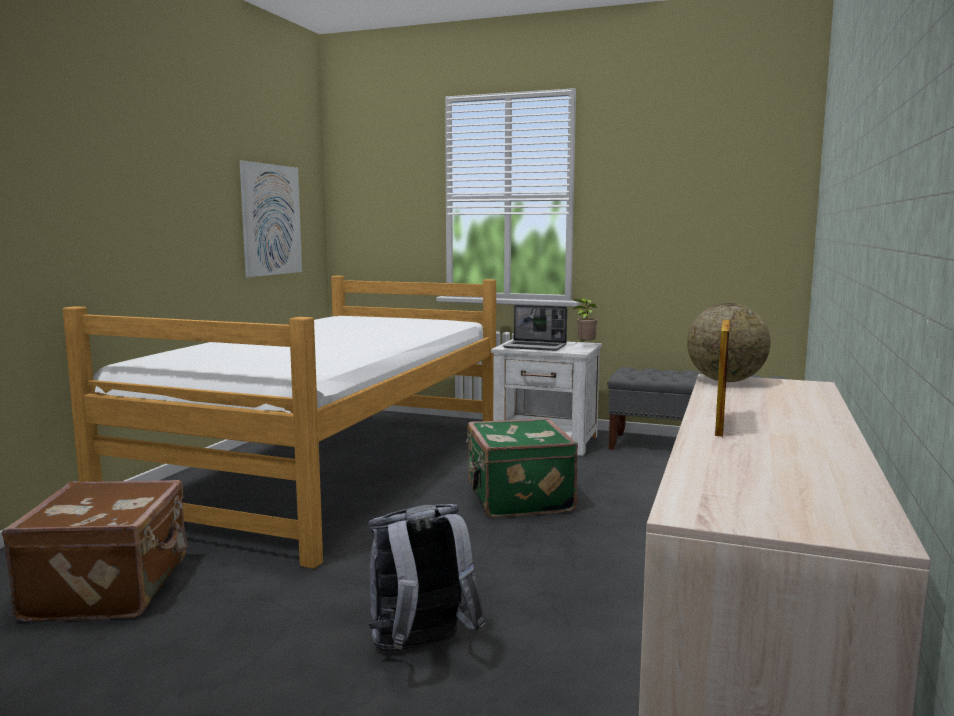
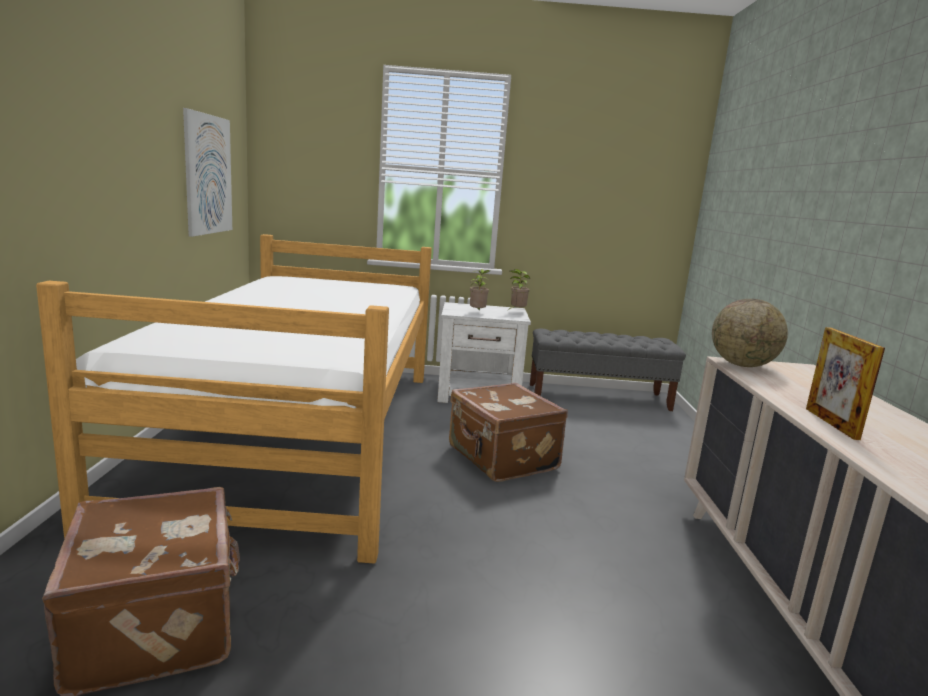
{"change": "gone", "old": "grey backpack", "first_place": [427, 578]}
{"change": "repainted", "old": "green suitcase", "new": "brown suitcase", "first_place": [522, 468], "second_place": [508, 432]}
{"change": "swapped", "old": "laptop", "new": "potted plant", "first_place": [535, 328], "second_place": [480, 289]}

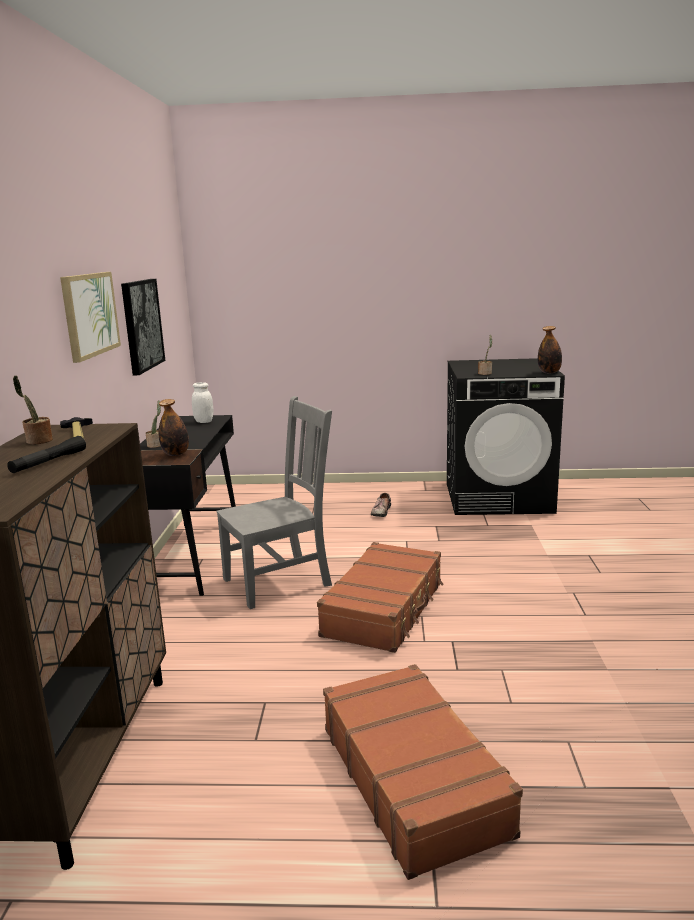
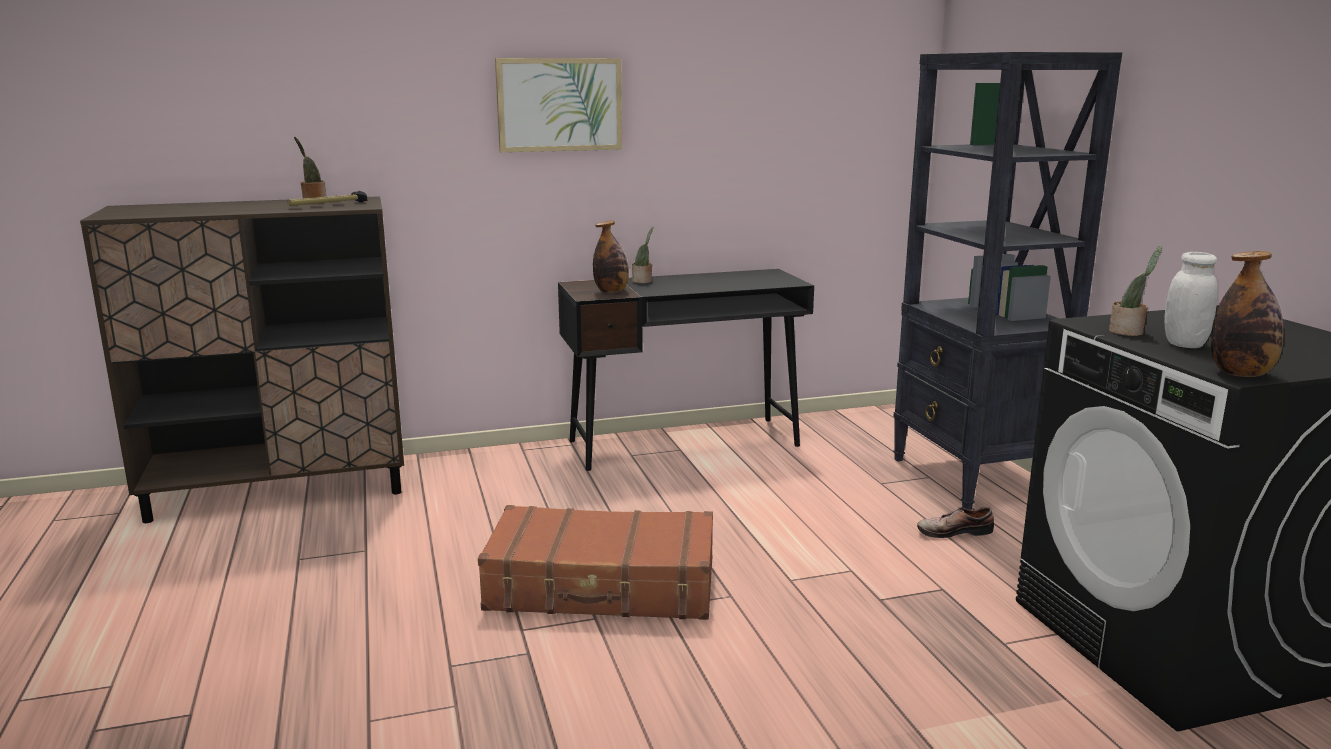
{"change": "gone", "old": "black flashlight", "first_place": [46, 454]}
{"change": "gone", "old": "picture", "first_place": [143, 327]}
{"change": "shifted", "old": "white jar", "first_place": [202, 402], "second_place": [1191, 300]}
{"change": "gone", "old": "grey chair", "first_place": [274, 502]}
{"change": "gone", "old": "brown suitcase", "first_place": [423, 772]}
{"change": "new", "new": "black bookcase", "second_place": [1007, 281]}

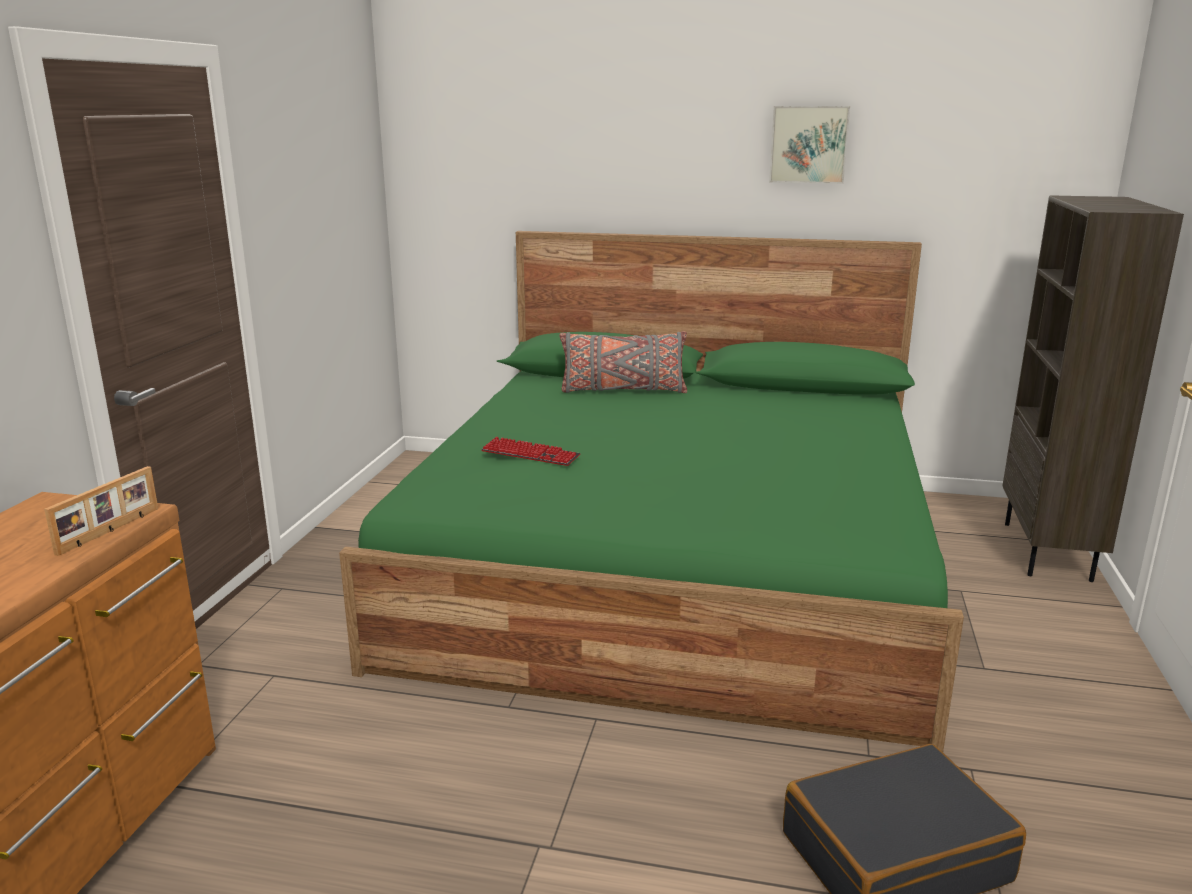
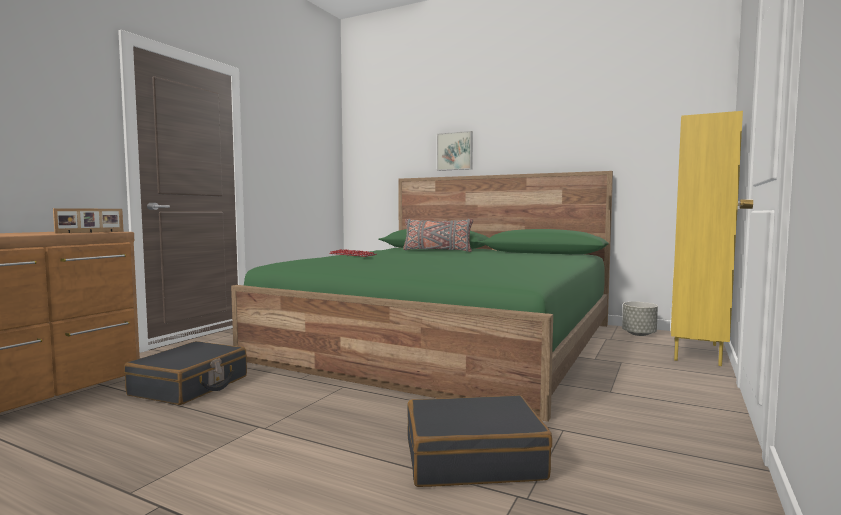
{"change": "shifted", "old": "picture", "first_place": [809, 145], "second_place": [455, 151]}
{"change": "repainted", "old": "brown bookcase", "new": "yellow bookcase", "first_place": [1093, 388], "second_place": [707, 238]}
{"change": "new", "new": "black suitcase", "second_place": [185, 373]}
{"change": "new", "new": "grey planter", "second_place": [640, 319]}

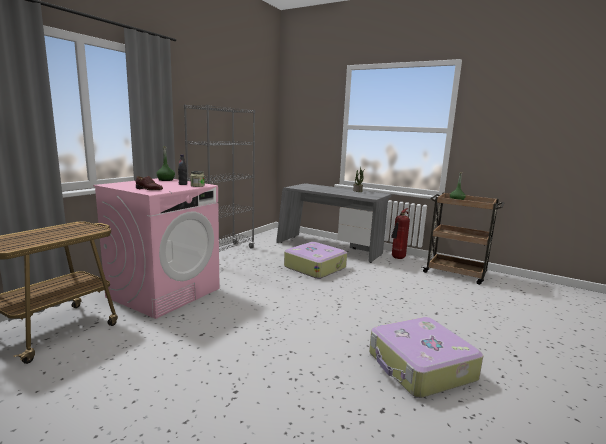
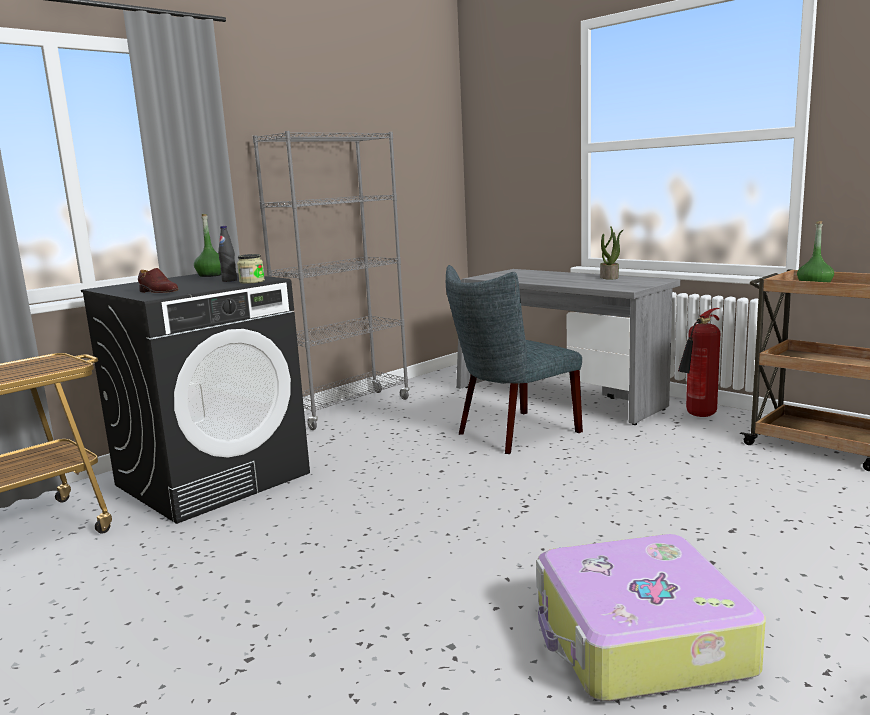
{"change": "repainted", "old": "pink washing machine", "new": "black washing machine", "first_place": [156, 248], "second_place": [195, 398]}
{"change": "swapped", "old": "suitcase", "new": "grey chair", "first_place": [315, 260], "second_place": [514, 359]}

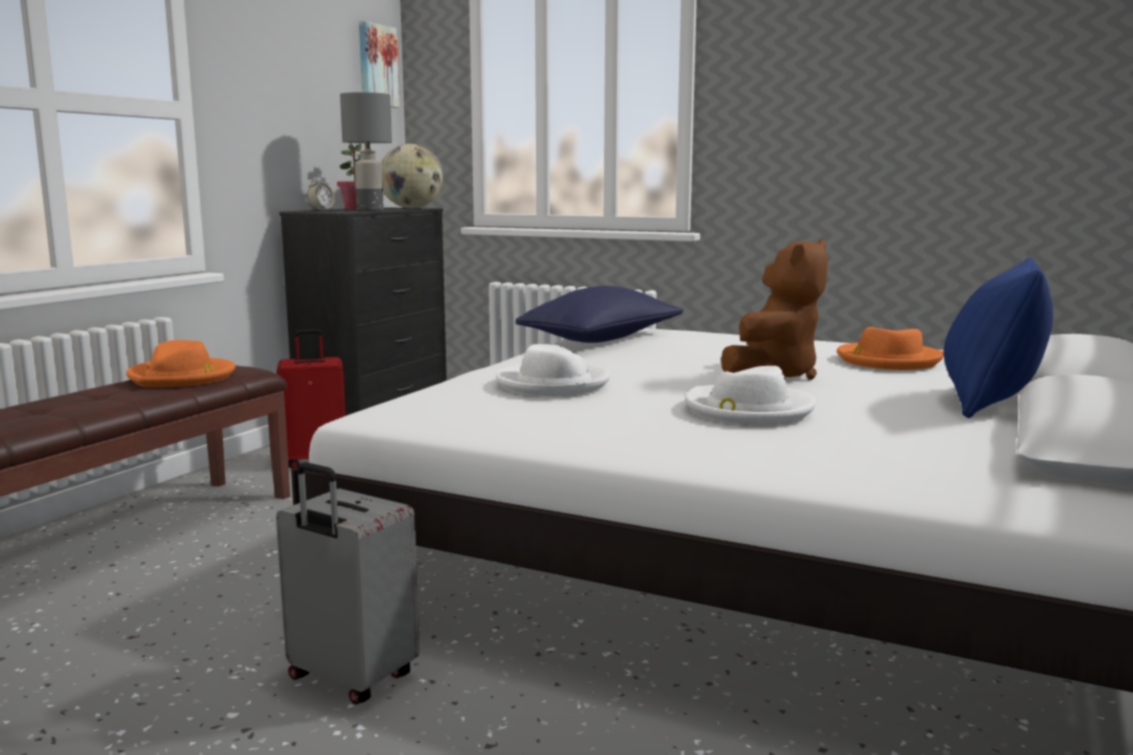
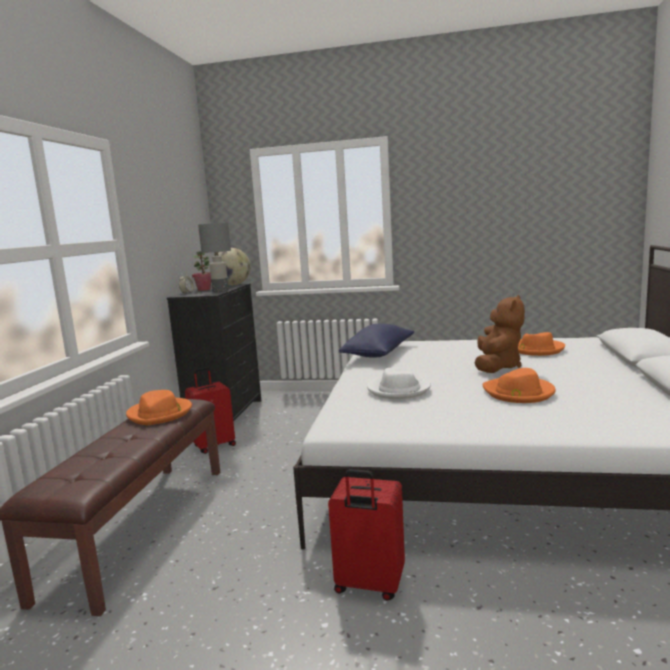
{"change": "repainted", "old": "grey suitcase", "new": "red suitcase", "first_place": [348, 583], "second_place": [366, 535]}
{"change": "gone", "old": "picture", "first_place": [379, 64]}
{"change": "repainted", "old": "white hat", "new": "orange hat", "first_place": [750, 395], "second_place": [519, 385]}
{"change": "gone", "old": "blue pillow", "first_place": [998, 338]}

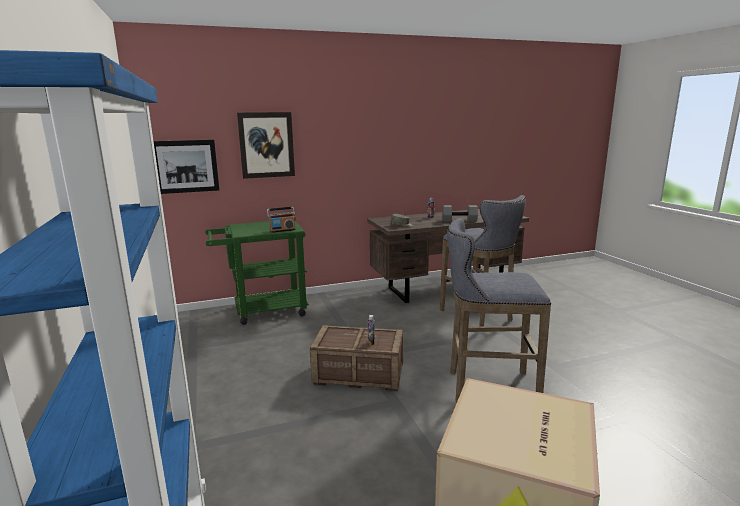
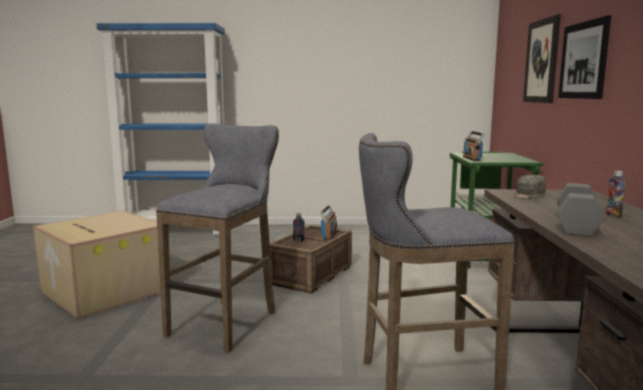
{"change": "shifted", "old": "picture", "first_place": [186, 167], "second_place": [584, 57]}
{"change": "new", "new": "radio", "second_place": [328, 223]}

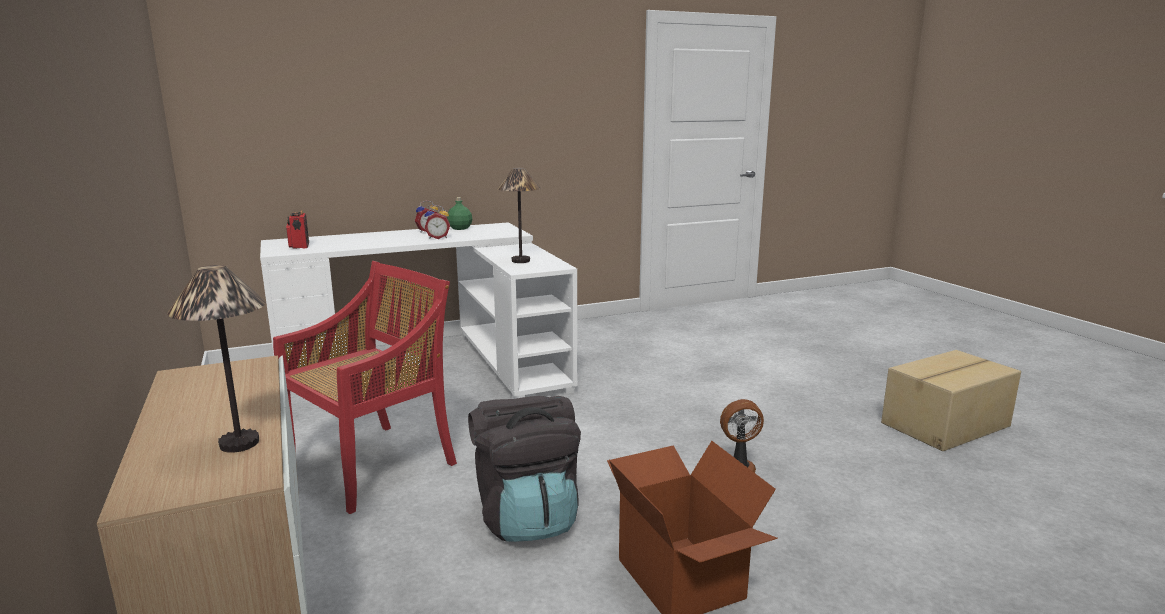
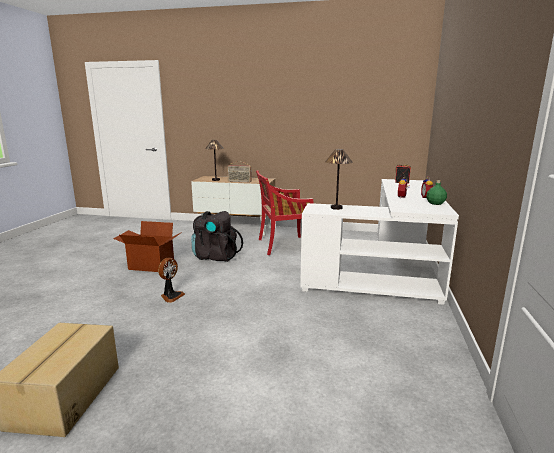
{"change": "rotated", "old": "red chair", "first_place": [365, 387], "second_place": [285, 212], "degrees": 90}
{"change": "new", "new": "radio", "second_place": [239, 172]}

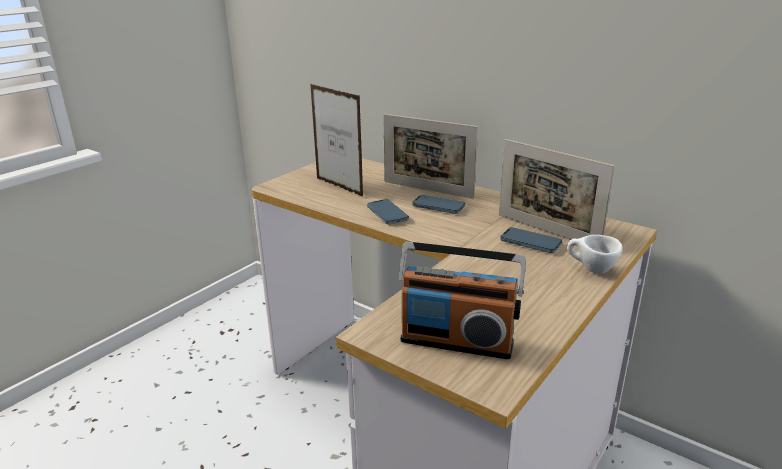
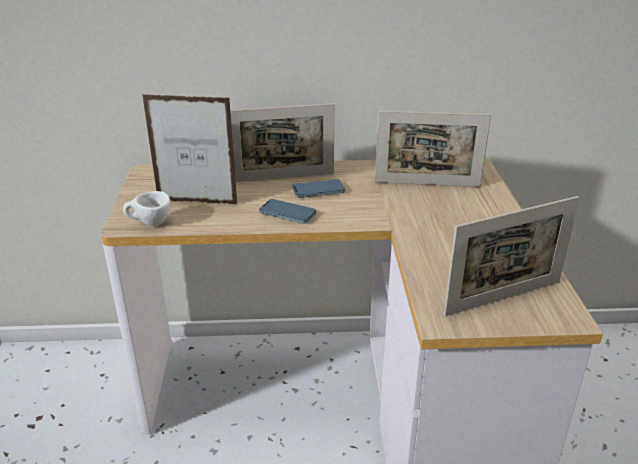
{"change": "swapped", "old": "radio", "new": "picture frame", "first_place": [462, 300], "second_place": [511, 256]}
{"change": "gone", "old": "phone", "first_place": [531, 240]}
{"change": "shifted", "old": "white cup", "first_place": [595, 254], "second_place": [146, 208]}

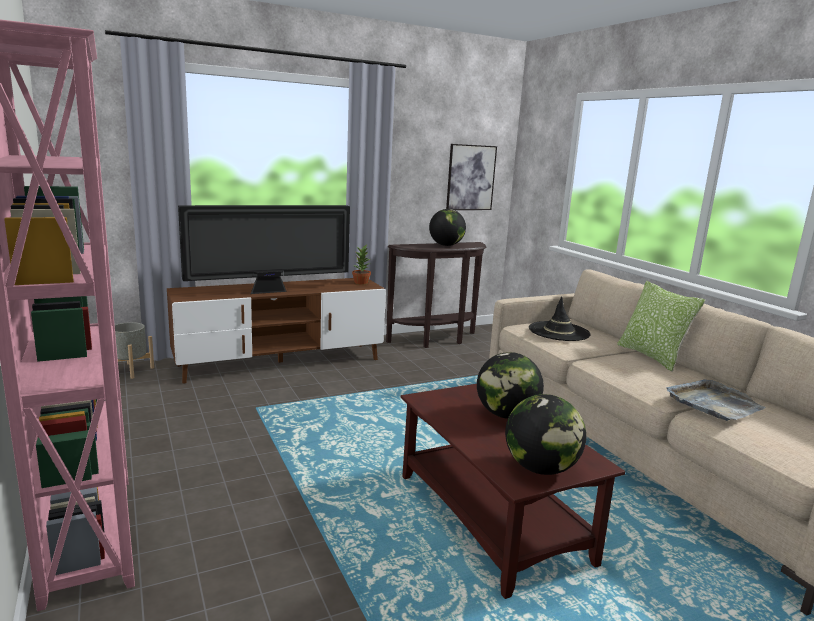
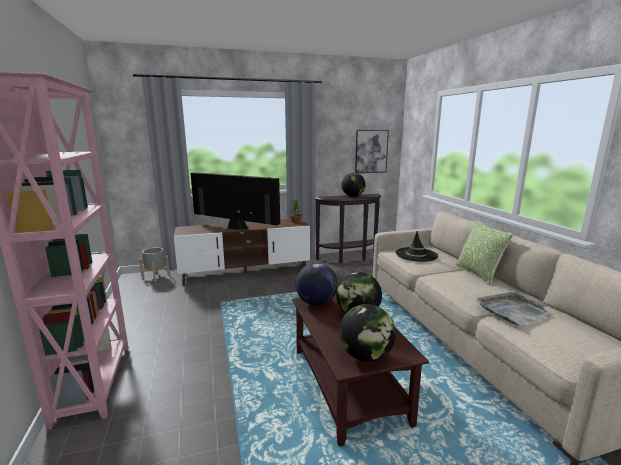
{"change": "rotated", "old": "television", "first_place": [264, 249], "second_place": [235, 201], "degrees": -135}
{"change": "new", "new": "globe", "second_place": [316, 284]}

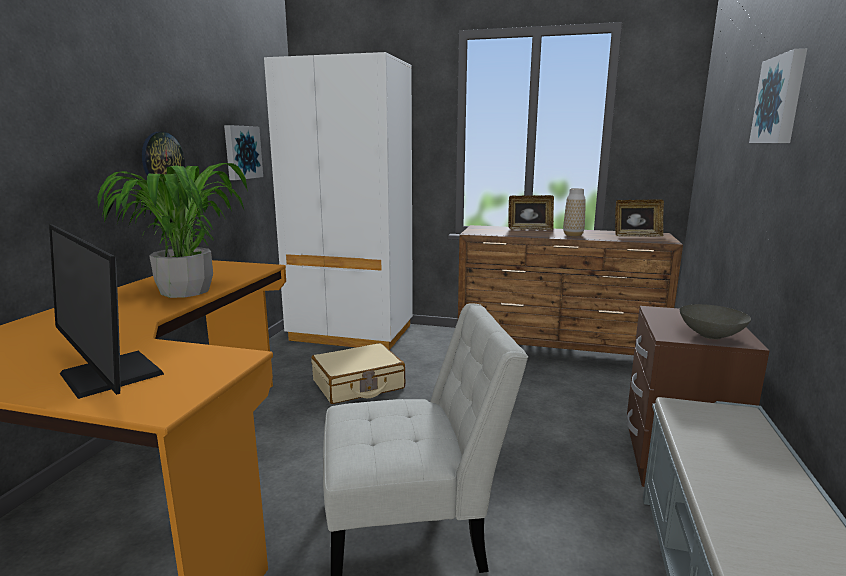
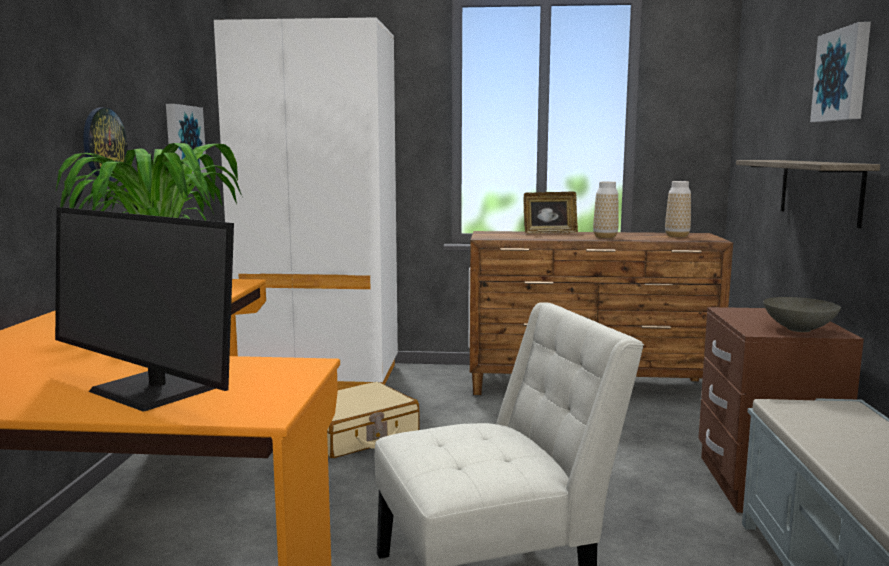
{"change": "swapped", "old": "picture frame", "new": "vase", "first_place": [639, 218], "second_place": [678, 209]}
{"change": "new", "new": "shelf", "second_place": [808, 194]}

